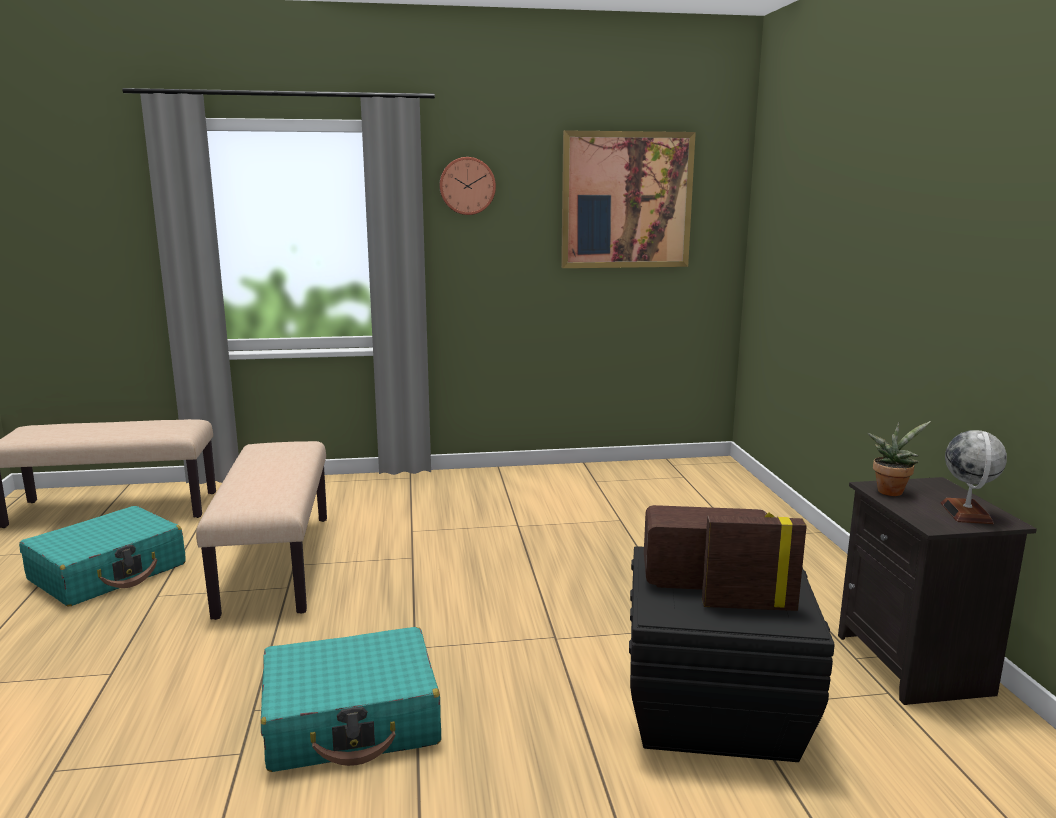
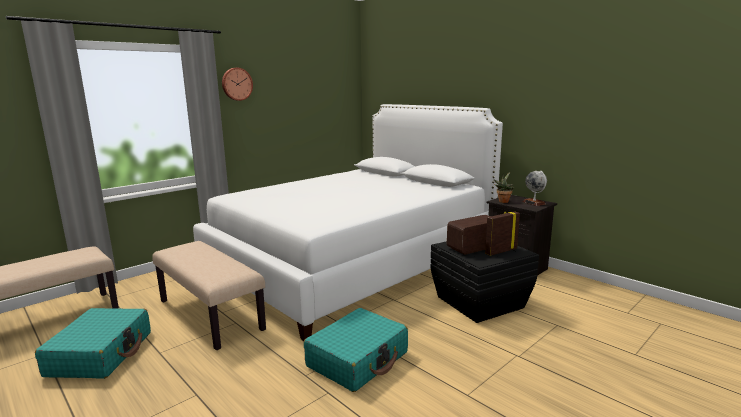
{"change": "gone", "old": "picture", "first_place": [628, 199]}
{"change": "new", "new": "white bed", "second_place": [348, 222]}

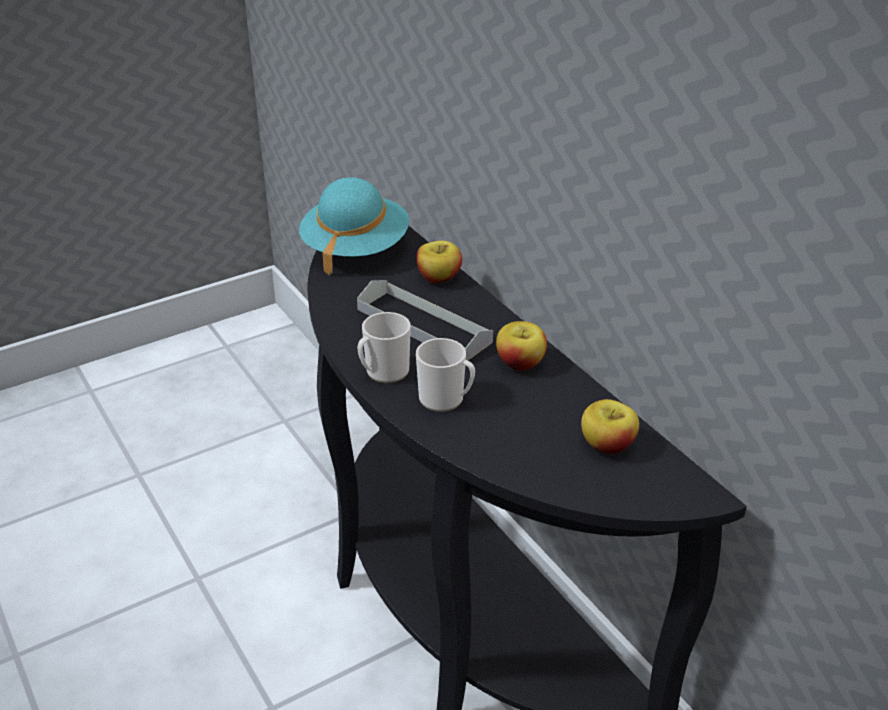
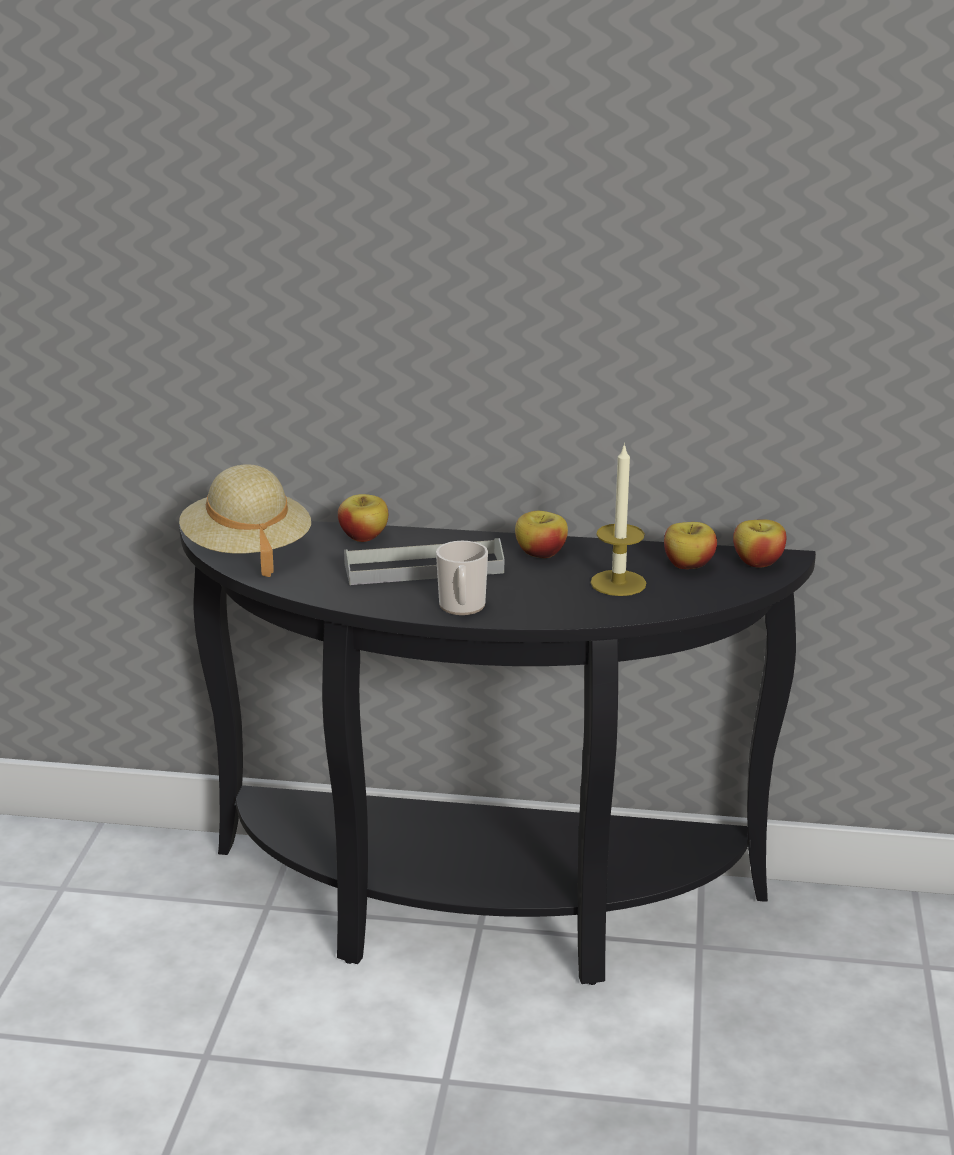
{"change": "repainted", "old": "turquoise hat", "new": "beige hat", "first_place": [354, 226], "second_place": [245, 520]}
{"change": "gone", "old": "mug", "first_place": [445, 375]}
{"change": "new", "new": "candle", "second_place": [618, 519]}
{"change": "new", "new": "apple", "second_place": [759, 543]}

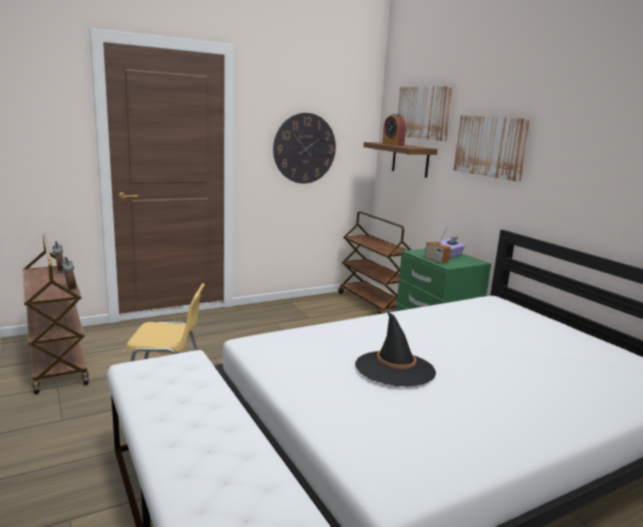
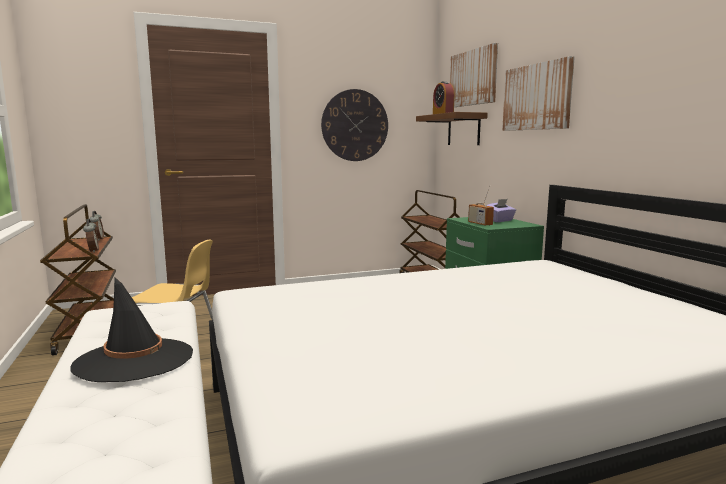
{"change": "shifted", "old": "black hat", "first_place": [395, 348], "second_place": [131, 329]}

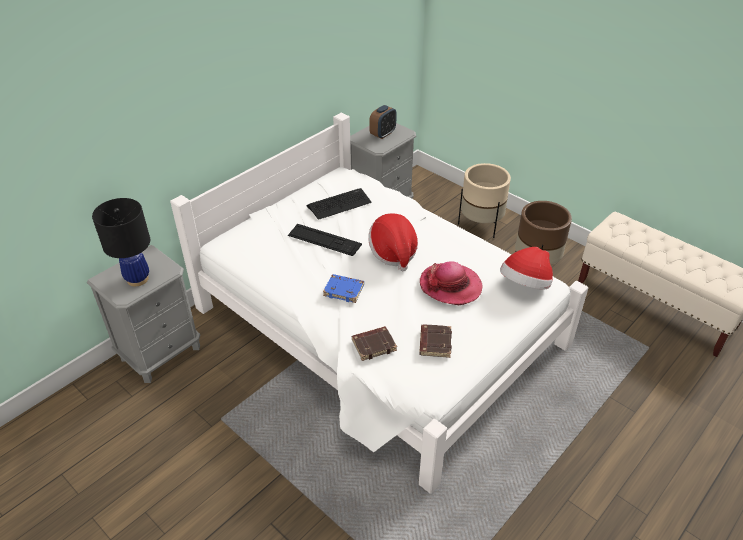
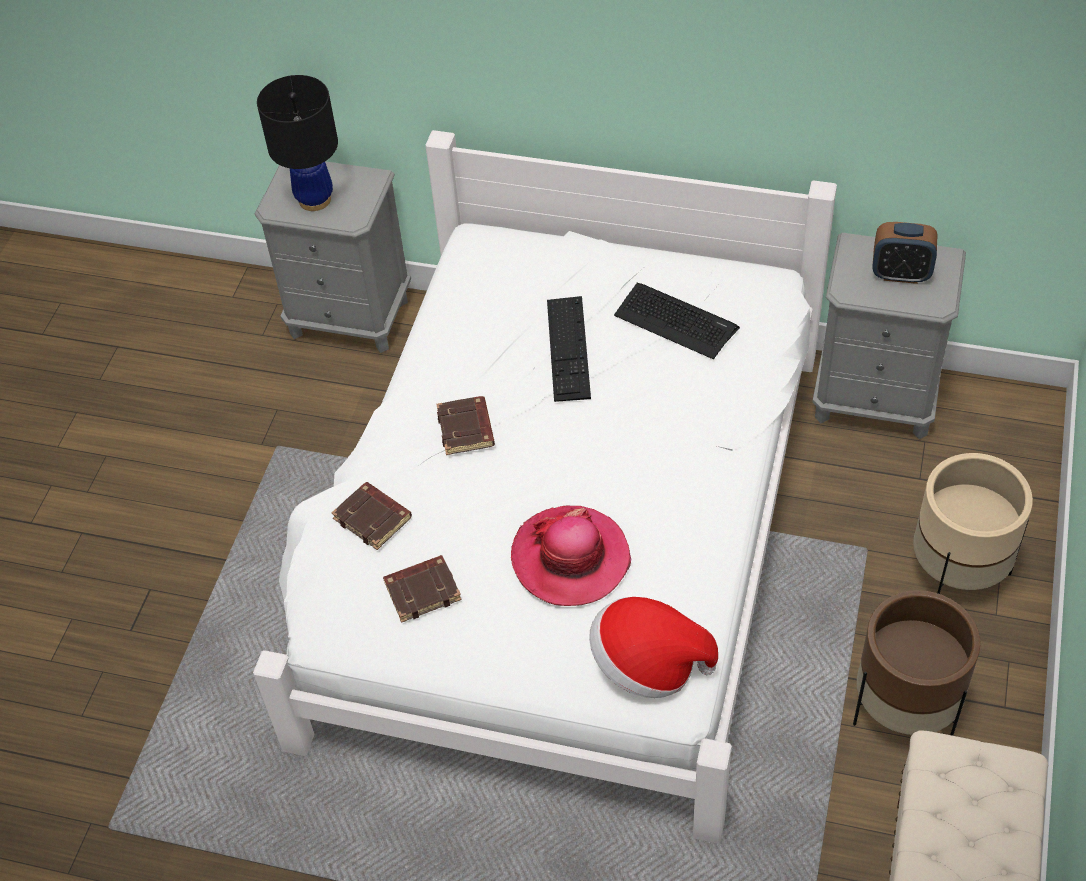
{"change": "repainted", "old": "blue book", "new": "brown book", "first_place": [343, 288], "second_place": [465, 425]}
{"change": "gone", "old": "hat", "first_place": [393, 242]}

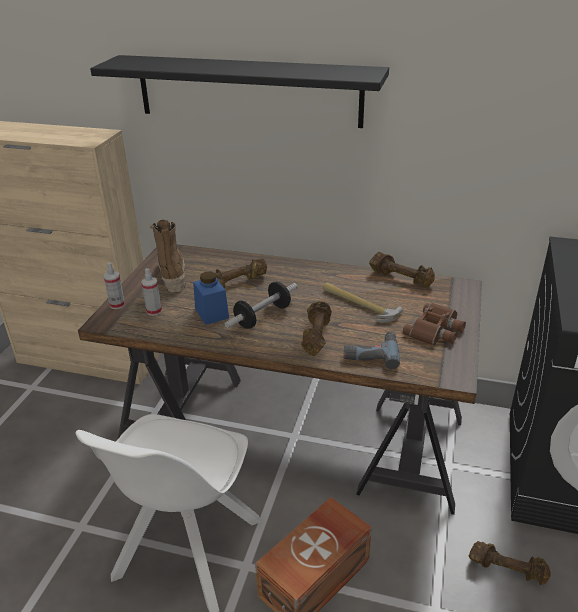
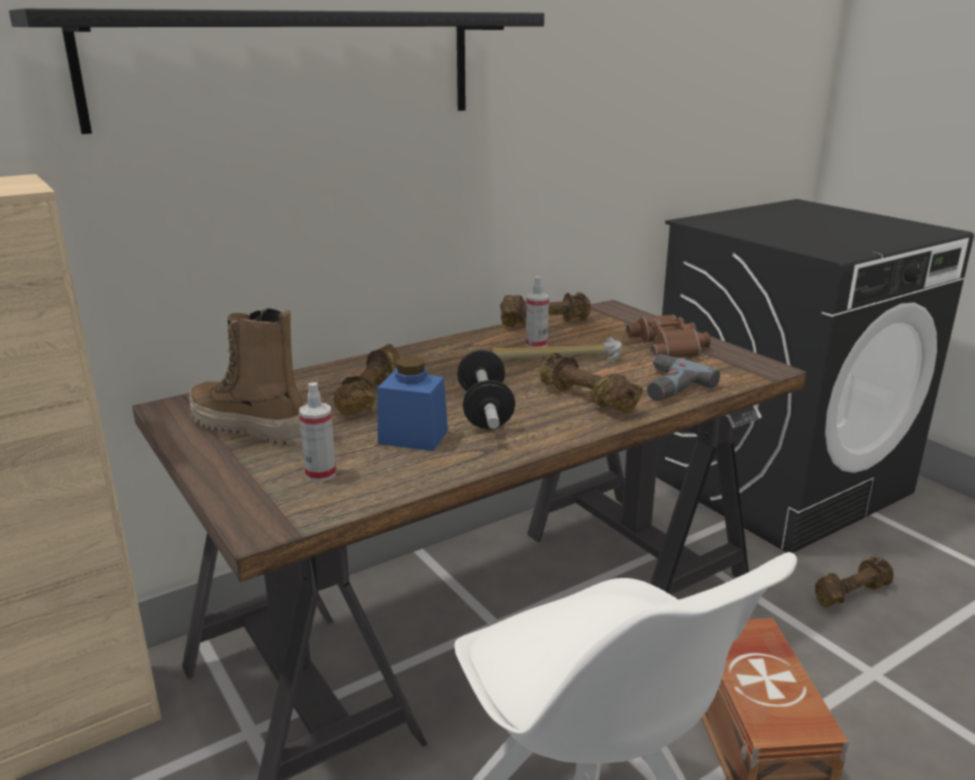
{"change": "shifted", "old": "spray bottle", "first_place": [114, 285], "second_place": [537, 311]}

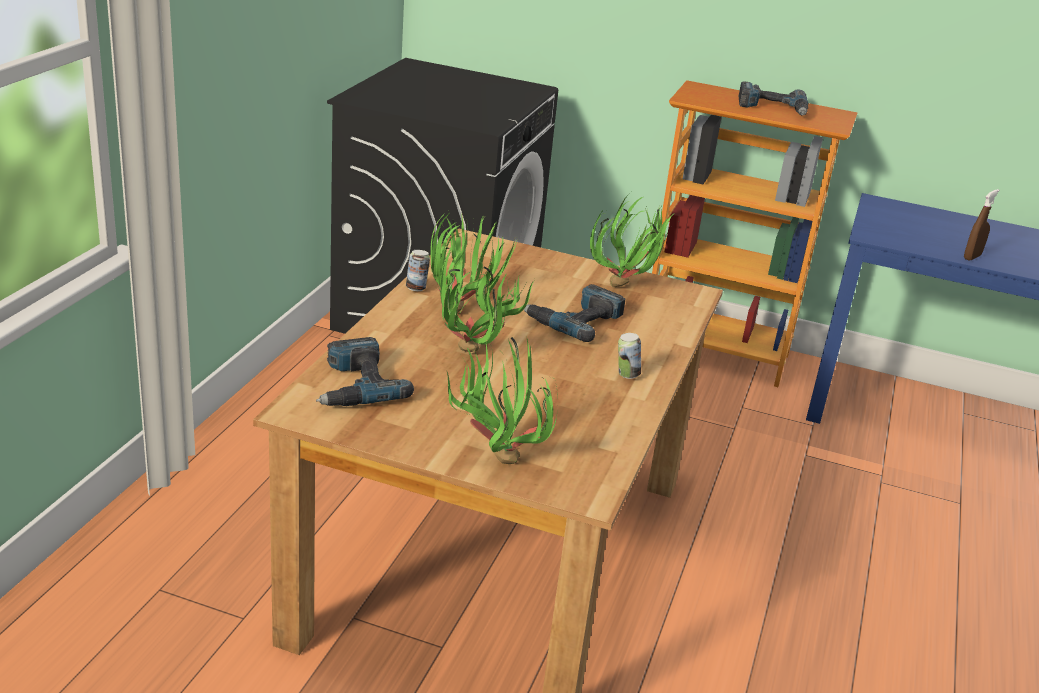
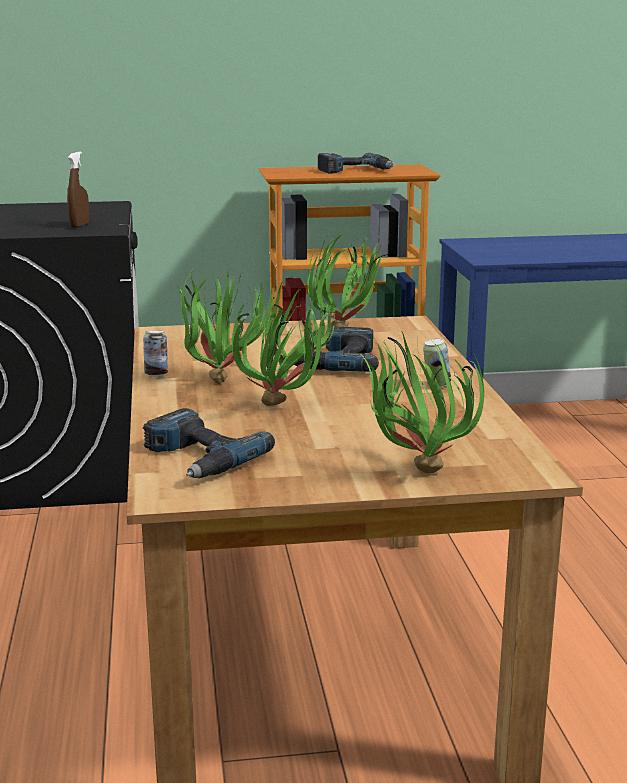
{"change": "shifted", "old": "brown spray bottle", "first_place": [981, 224], "second_place": [78, 190]}

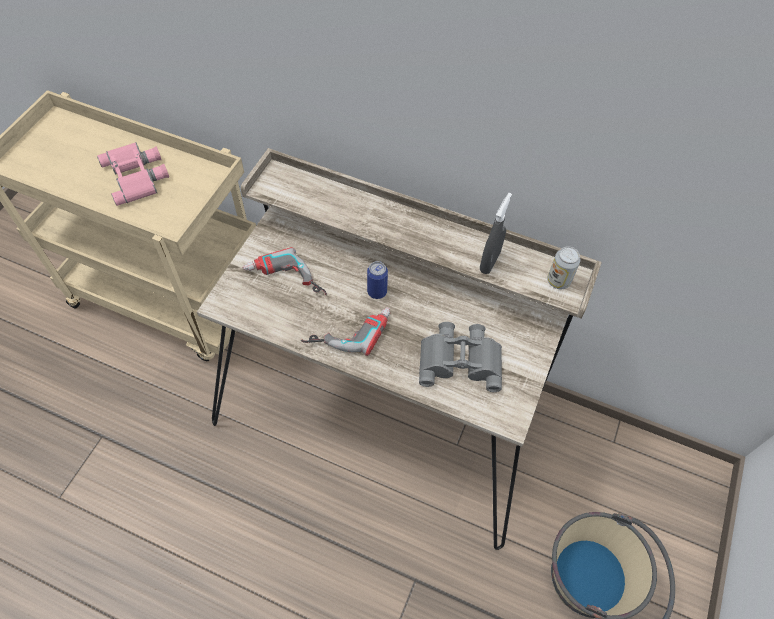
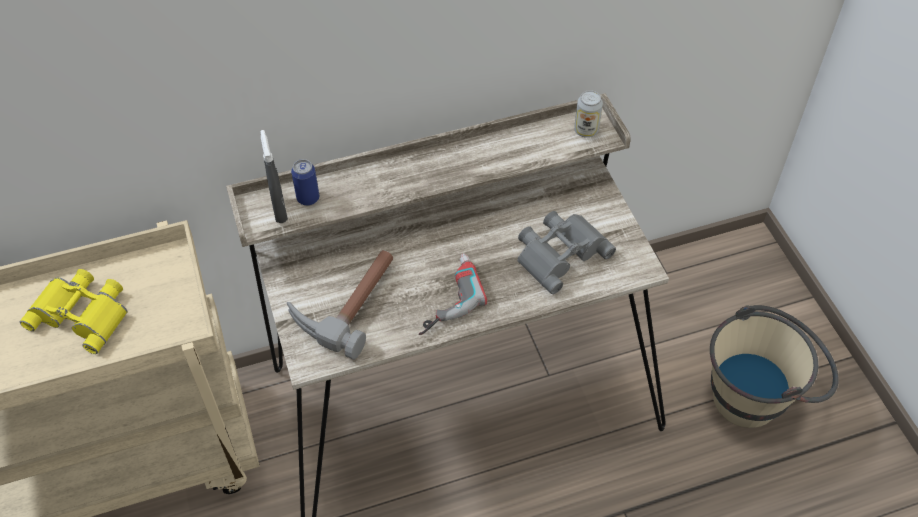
{"change": "repainted", "old": "pink binoculars", "new": "yellow binoculars", "first_place": [133, 174], "second_place": [74, 311]}
{"change": "swapped", "old": "power drill", "new": "hammer", "first_place": [285, 271], "second_place": [340, 305]}
{"change": "shifted", "old": "can", "first_place": [377, 280], "second_place": [305, 182]}
{"change": "shifted", "old": "grey spray bottle", "first_place": [496, 233], "second_place": [274, 176]}

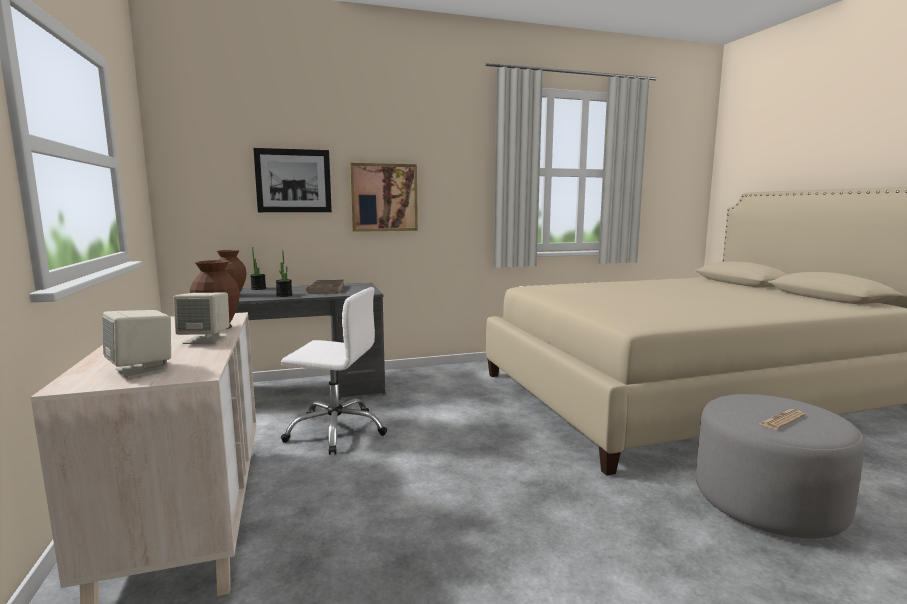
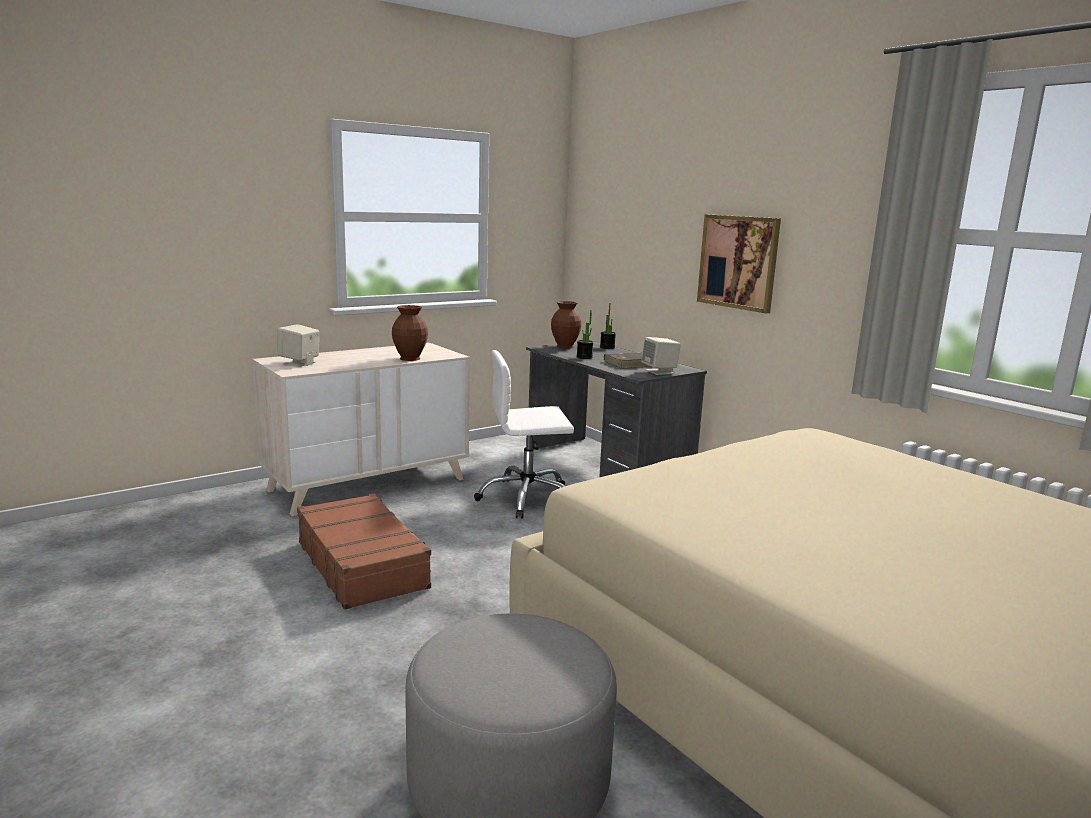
{"change": "shifted", "old": "beige speaker", "first_place": [201, 318], "second_place": [661, 356]}
{"change": "gone", "old": "picture", "first_place": [292, 180]}
{"change": "rotated", "old": "white office chair", "first_place": [334, 371], "second_place": [524, 434], "degrees": 90}
{"change": "gone", "old": "newspaper", "first_place": [782, 419]}
{"change": "new", "new": "brown suitcase", "second_place": [364, 552]}

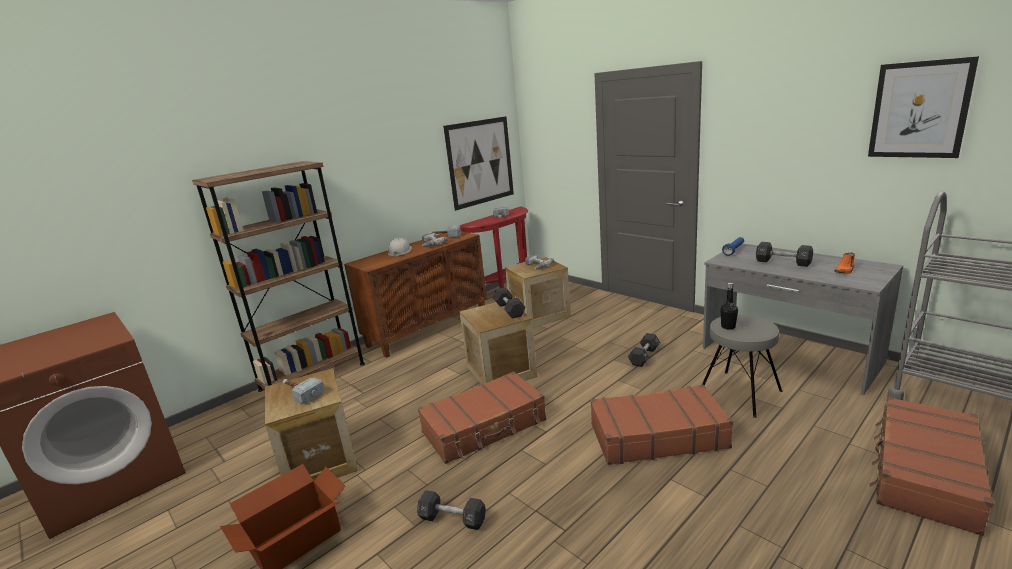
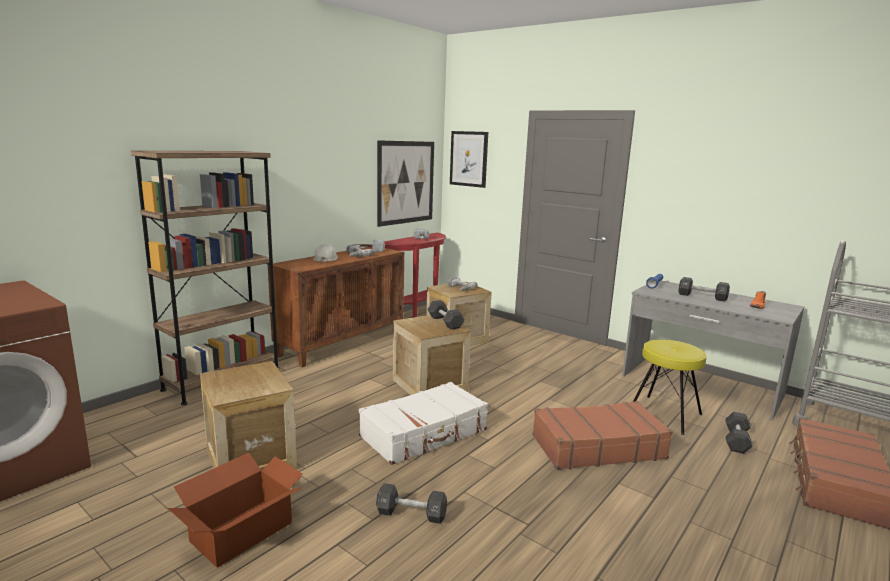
{"change": "gone", "old": "hammer", "first_place": [304, 391]}
{"change": "repainted", "old": "brown suitcase", "new": "white suitcase", "first_place": [482, 417], "second_place": [423, 423]}
{"change": "shifted", "old": "black dumbbell", "first_place": [644, 350], "second_place": [739, 433]}
{"change": "repainted", "old": "grey stool", "new": "yellow stool", "first_place": [742, 366], "second_place": [670, 387]}
{"change": "gone", "old": "black bottle", "first_place": [729, 306]}
{"change": "shifted", "old": "picture", "first_place": [923, 107], "second_place": [469, 159]}

